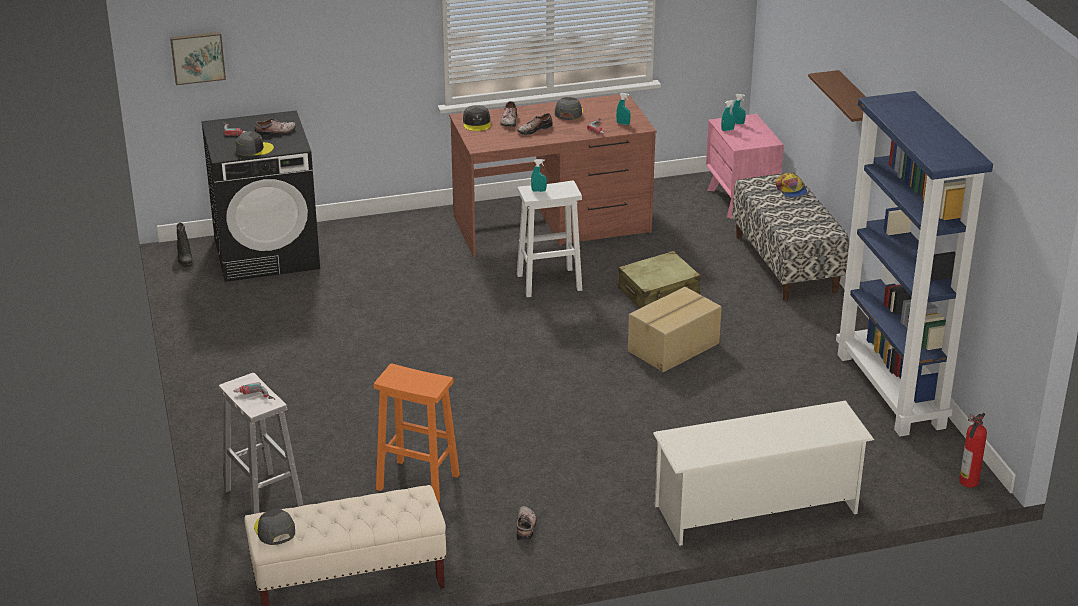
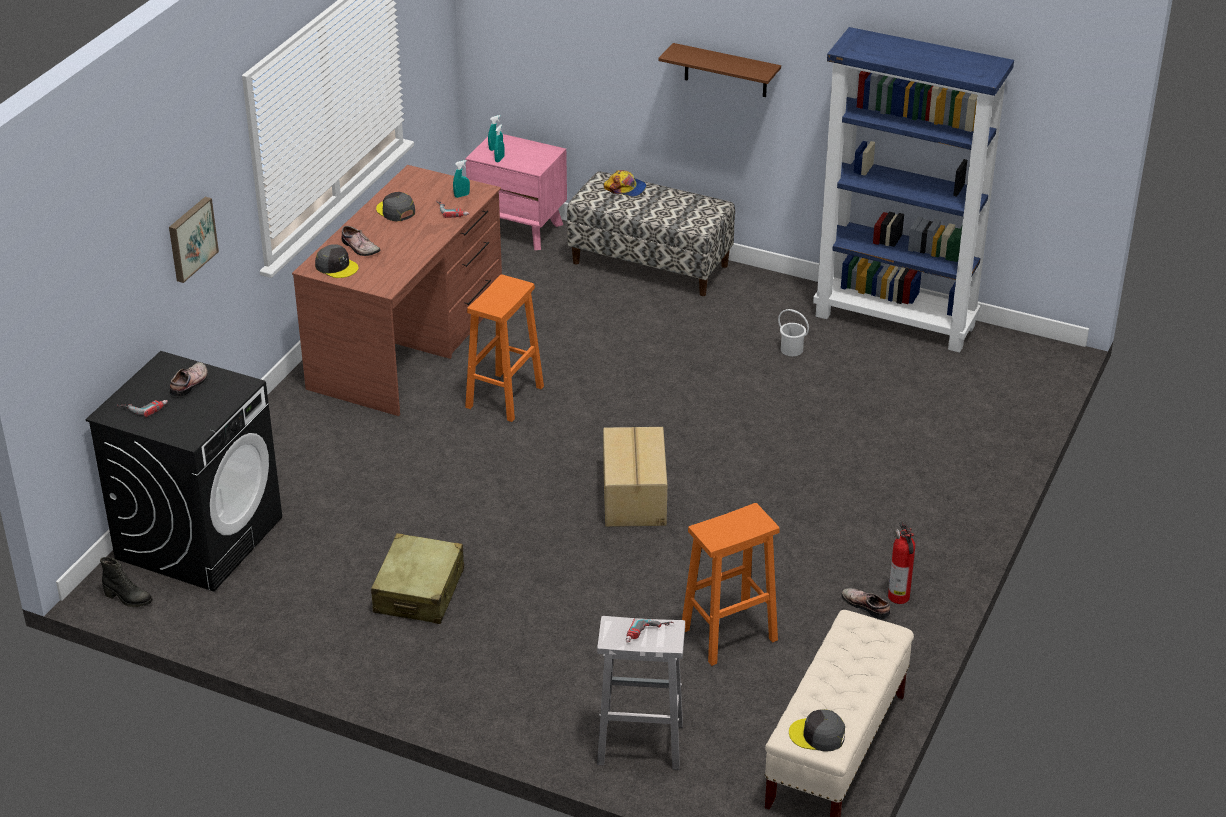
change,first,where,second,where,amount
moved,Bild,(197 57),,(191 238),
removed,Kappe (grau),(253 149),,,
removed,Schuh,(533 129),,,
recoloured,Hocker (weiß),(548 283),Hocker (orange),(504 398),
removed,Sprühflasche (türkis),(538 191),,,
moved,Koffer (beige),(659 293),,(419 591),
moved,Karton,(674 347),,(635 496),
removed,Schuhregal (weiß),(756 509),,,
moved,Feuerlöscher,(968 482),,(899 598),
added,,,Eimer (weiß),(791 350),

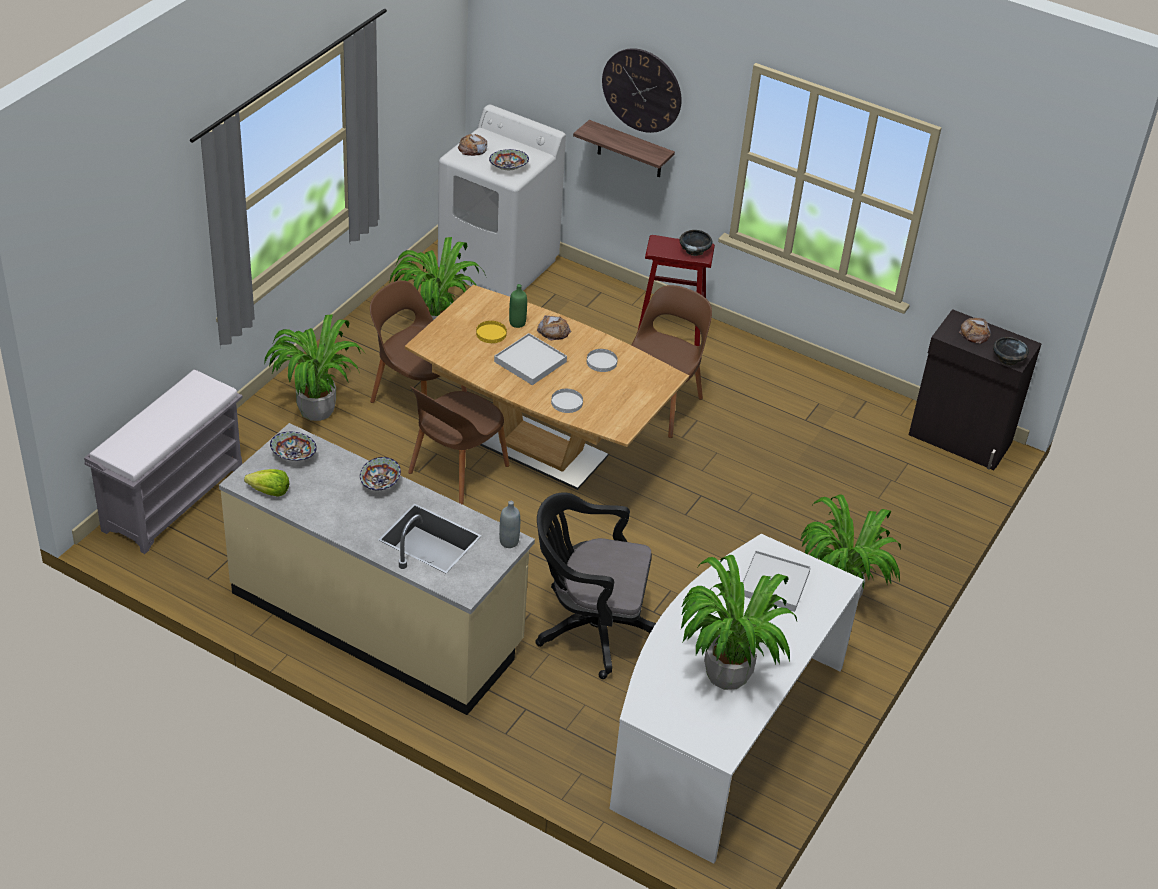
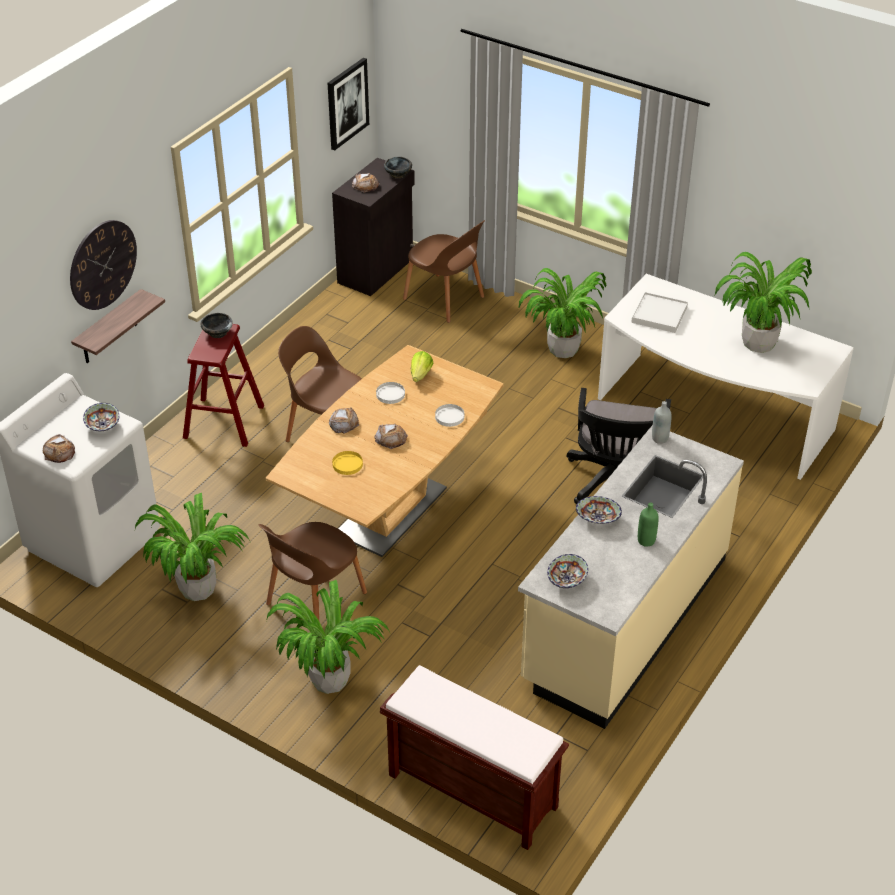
change,first,where,second,where,amount
recoloured,Bank (grau),(174 497),Bank (braun),(470 791),
moved,Salatkopf,(269 492),,(420 375),
moved,Stuhl (braun),(456 471),,(445 299),
replaced,Tablett (weiß),(530 362),Brot,(391 438),
moved,Flasche (grün),(517 323),,(646 540),
added,,,Bild,(347 103),

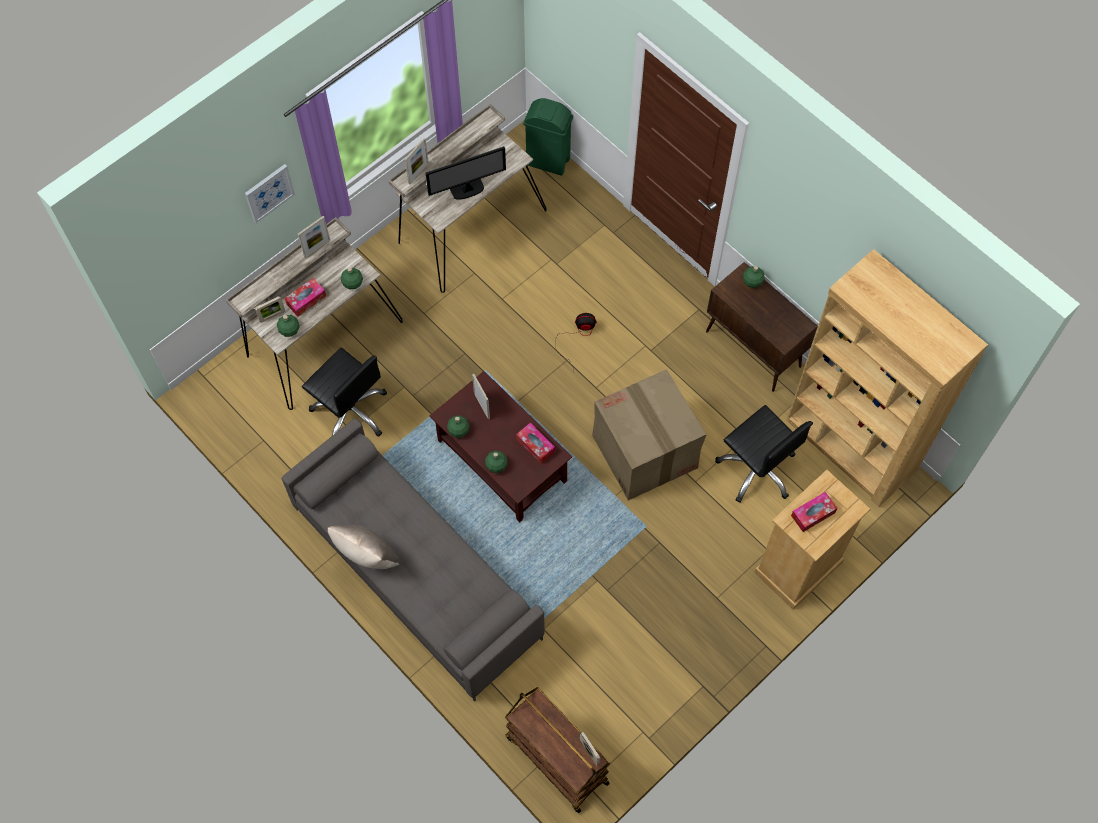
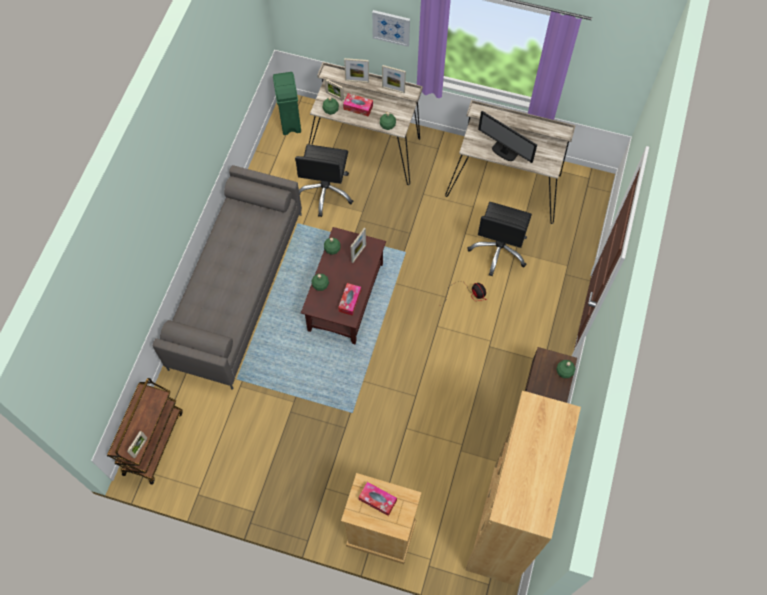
change,first,where,second,where,amount
removed,Kissen (beige),(367 557),,,
moved,Bilderrahmen,(418 173),,(357 81),
moved,Mülleimer (grün),(547 161),,(290 122),
removed,Karton,(645 452),,,
moved,Bürostuhl (schwarz),(757 469),,(499 250),

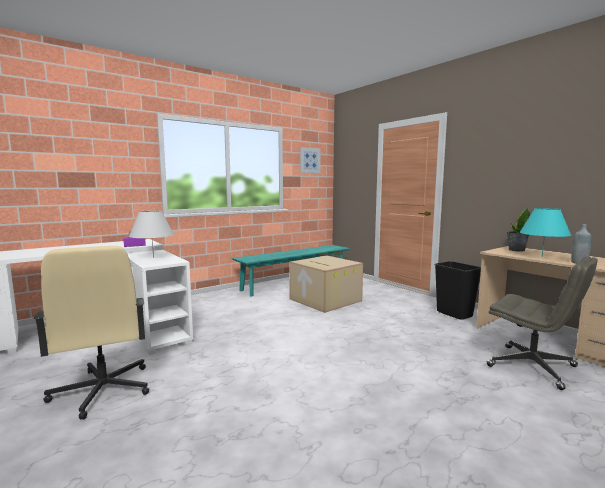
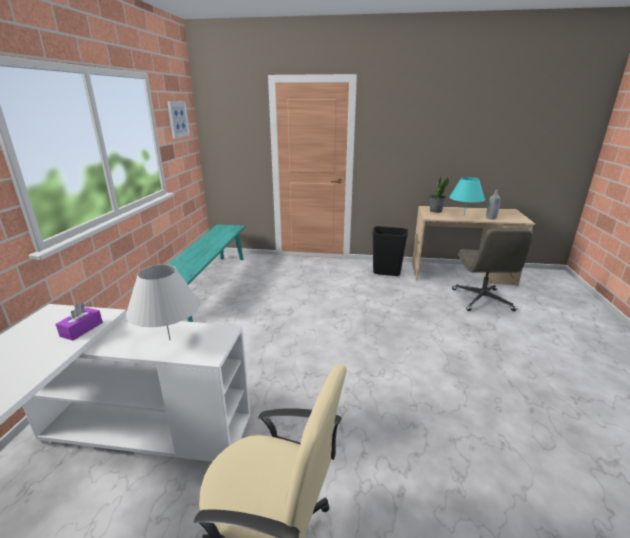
change,first,where,second,where,amount
removed,Karton,(324 300),,,
turned,Bürostuhl (grau),(533 366),,(482 300),90 degrees clockwise

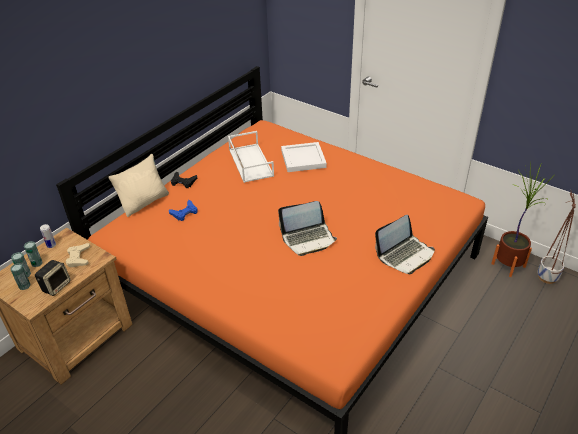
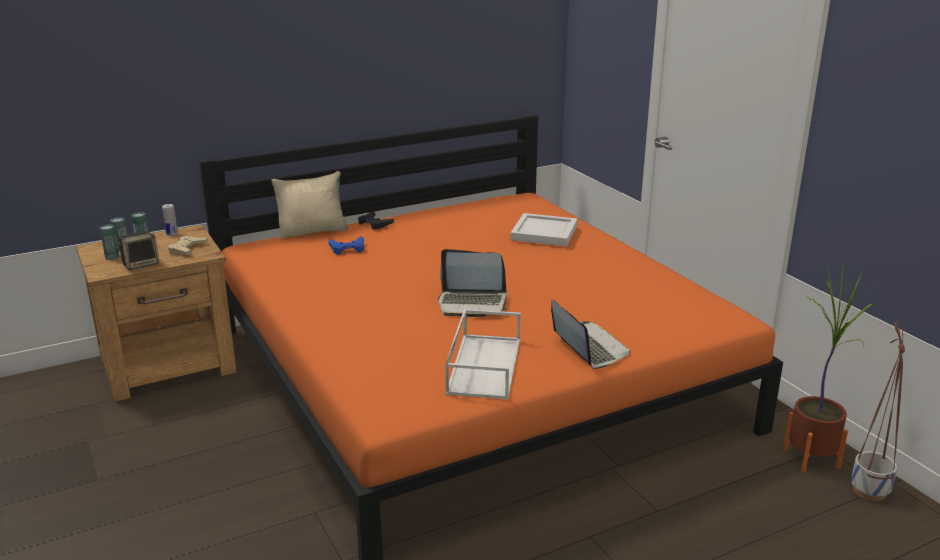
change,first,where,second,where,amount
moved,Tablett (weiß),(250 162),,(483 365),
turned,Laptop,(405 255),,(588 348),105 degrees counterclockwise

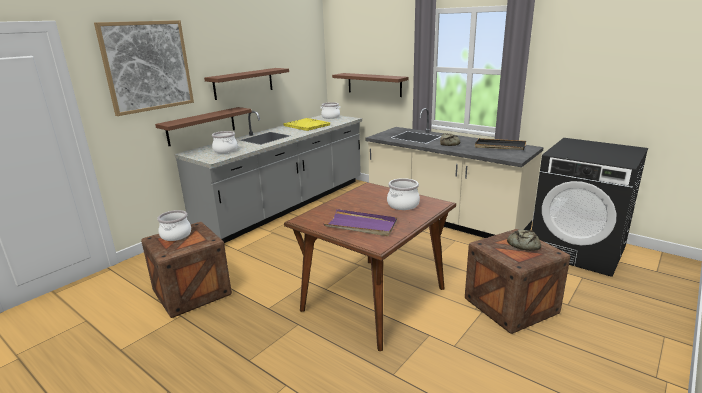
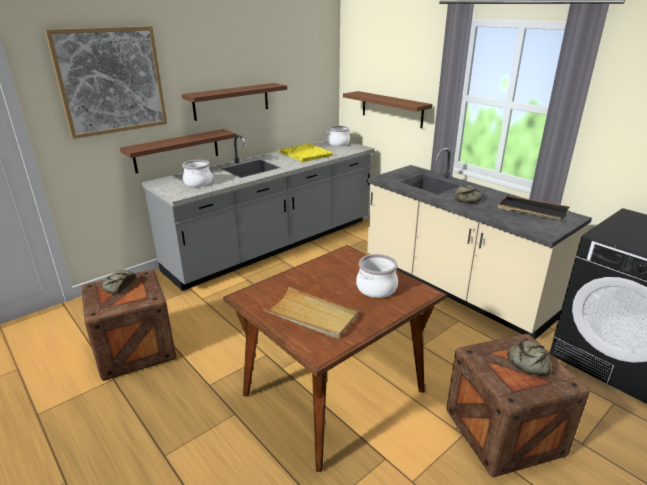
change,first,where,second,where,amount
replaced,Kochtopf,(176 235),Brot,(118 286),
recoloured,Tablett (lila),(361 225),Tablett (beige),(311 315),

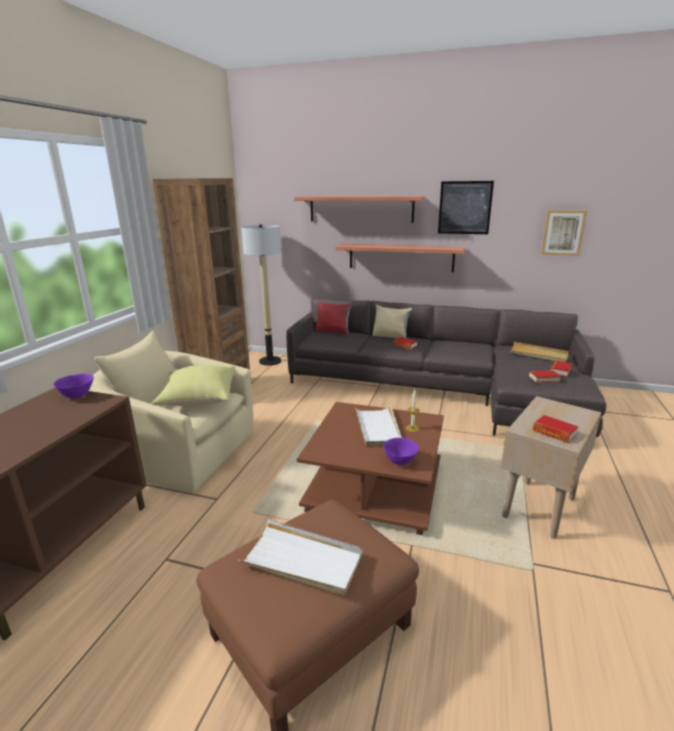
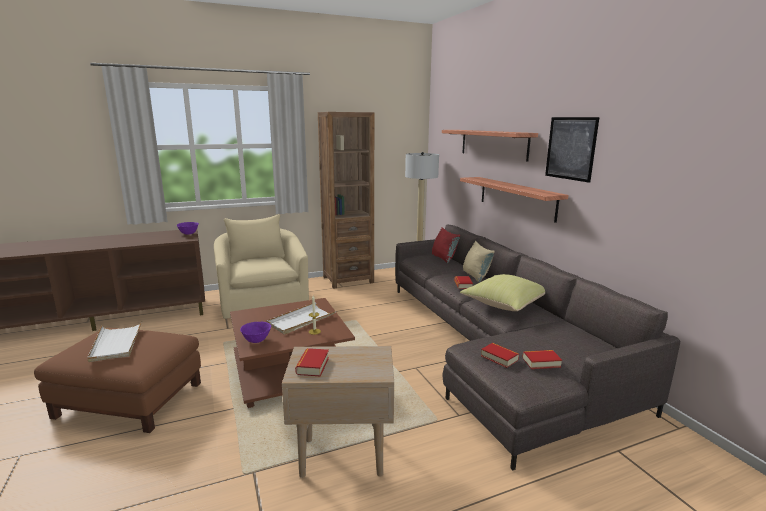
change,first,where,second,where,amount
moved,Kissen (gelb),(199 399),,(504 304),
removed,Tablett (beige),(538 354),,,
removed,Bild,(563 233),,,

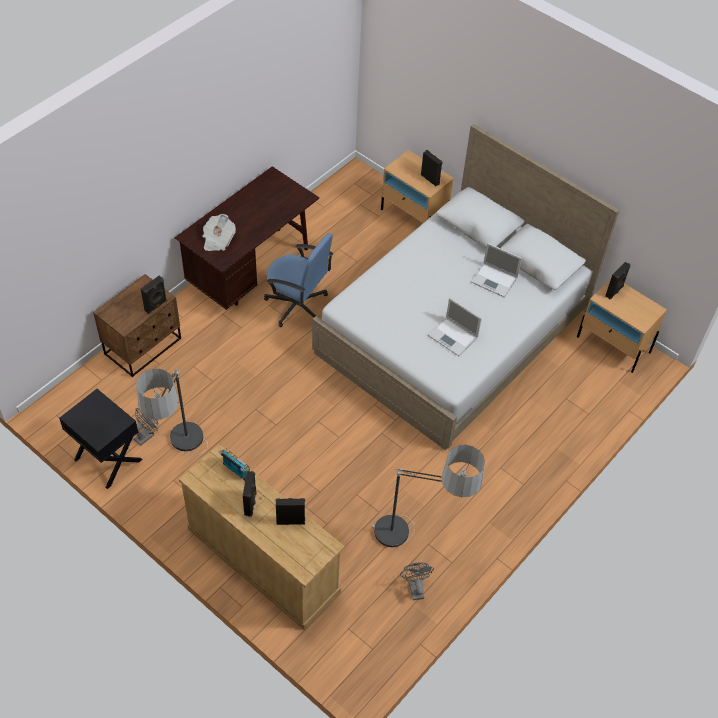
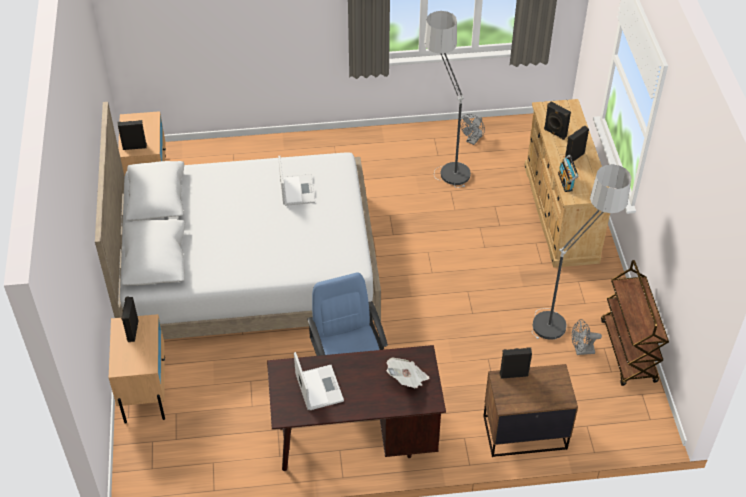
change,first,where,second,where,amount
replaced,Nachttisch (schwarz),(107 460),Rollwagen (braun),(628 352),
moved,Laptop,(495 280),,(318 387),

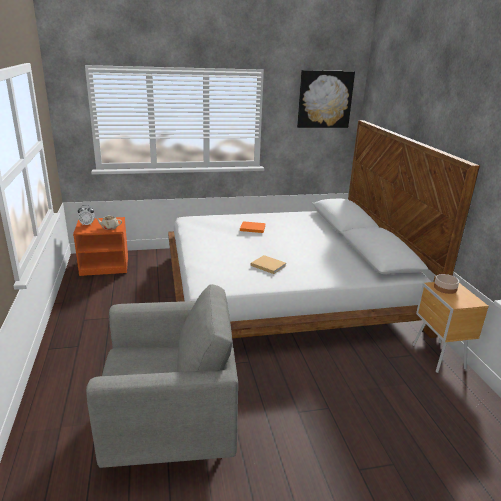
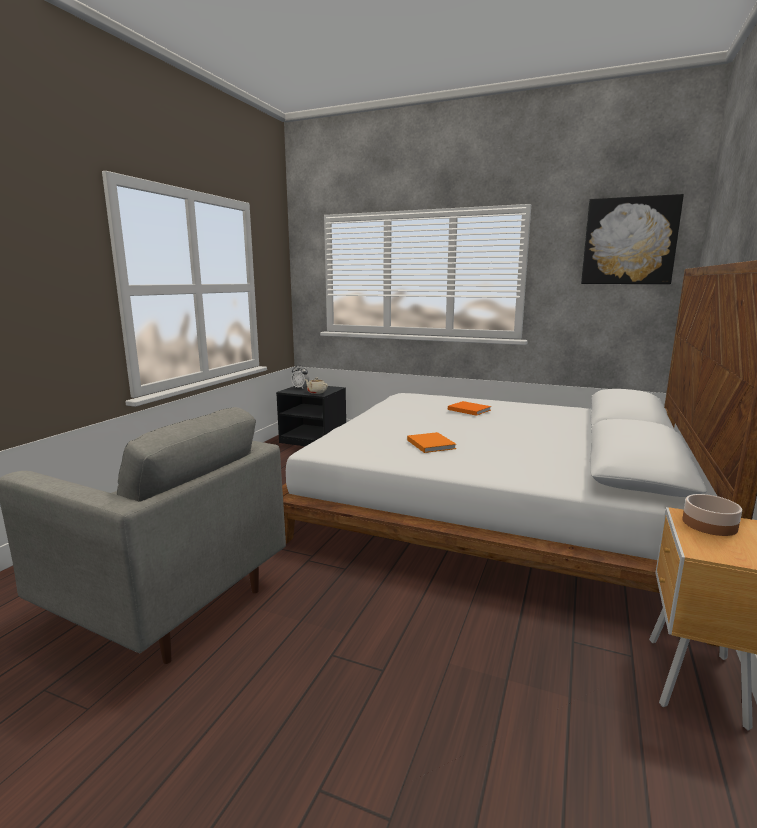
change,first,where,second,where,amount
recoloured,Nachttisch (orange),(105 265),Nachttisch (schwarz),(314 440),
recoloured,Buch (beige),(267 265),Buch (orange),(430 444),

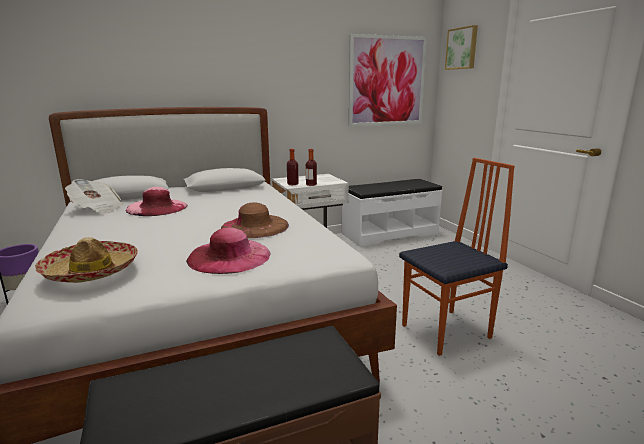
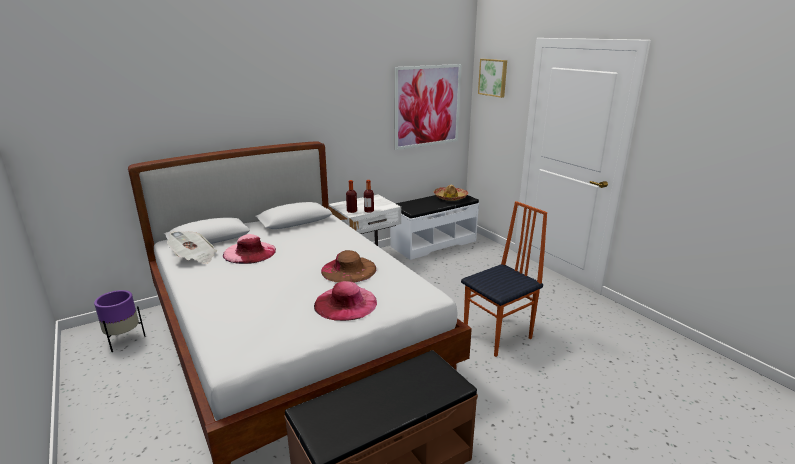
change,first,where,second,where,amount
moved,Hut,(91 271),,(450 197),

